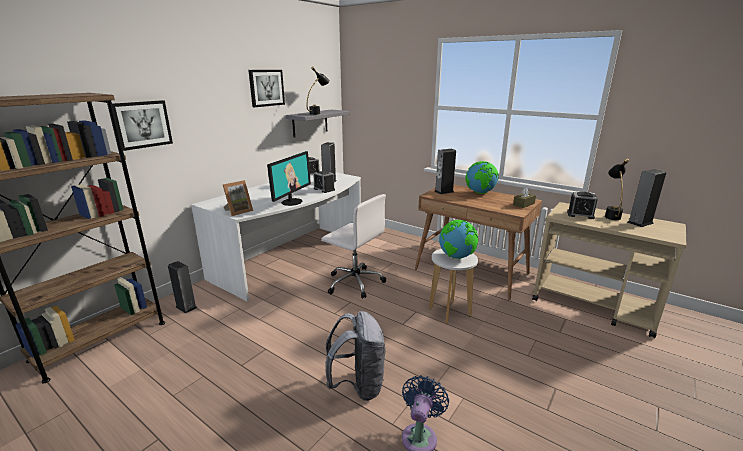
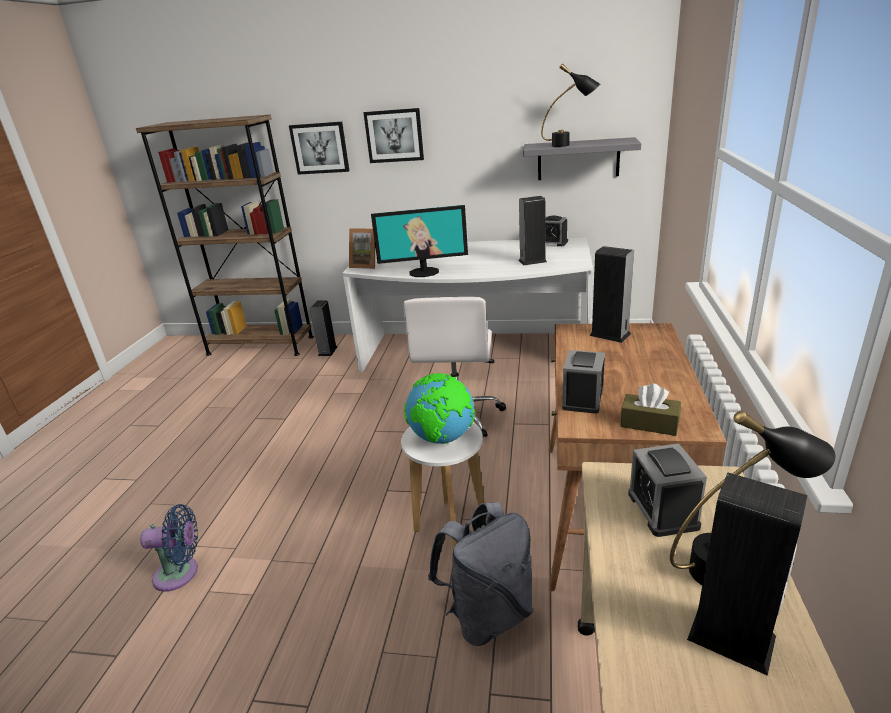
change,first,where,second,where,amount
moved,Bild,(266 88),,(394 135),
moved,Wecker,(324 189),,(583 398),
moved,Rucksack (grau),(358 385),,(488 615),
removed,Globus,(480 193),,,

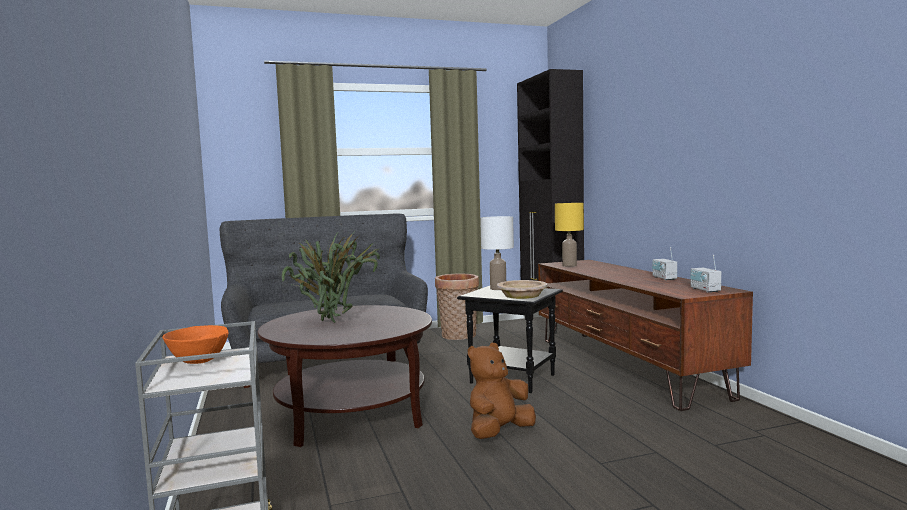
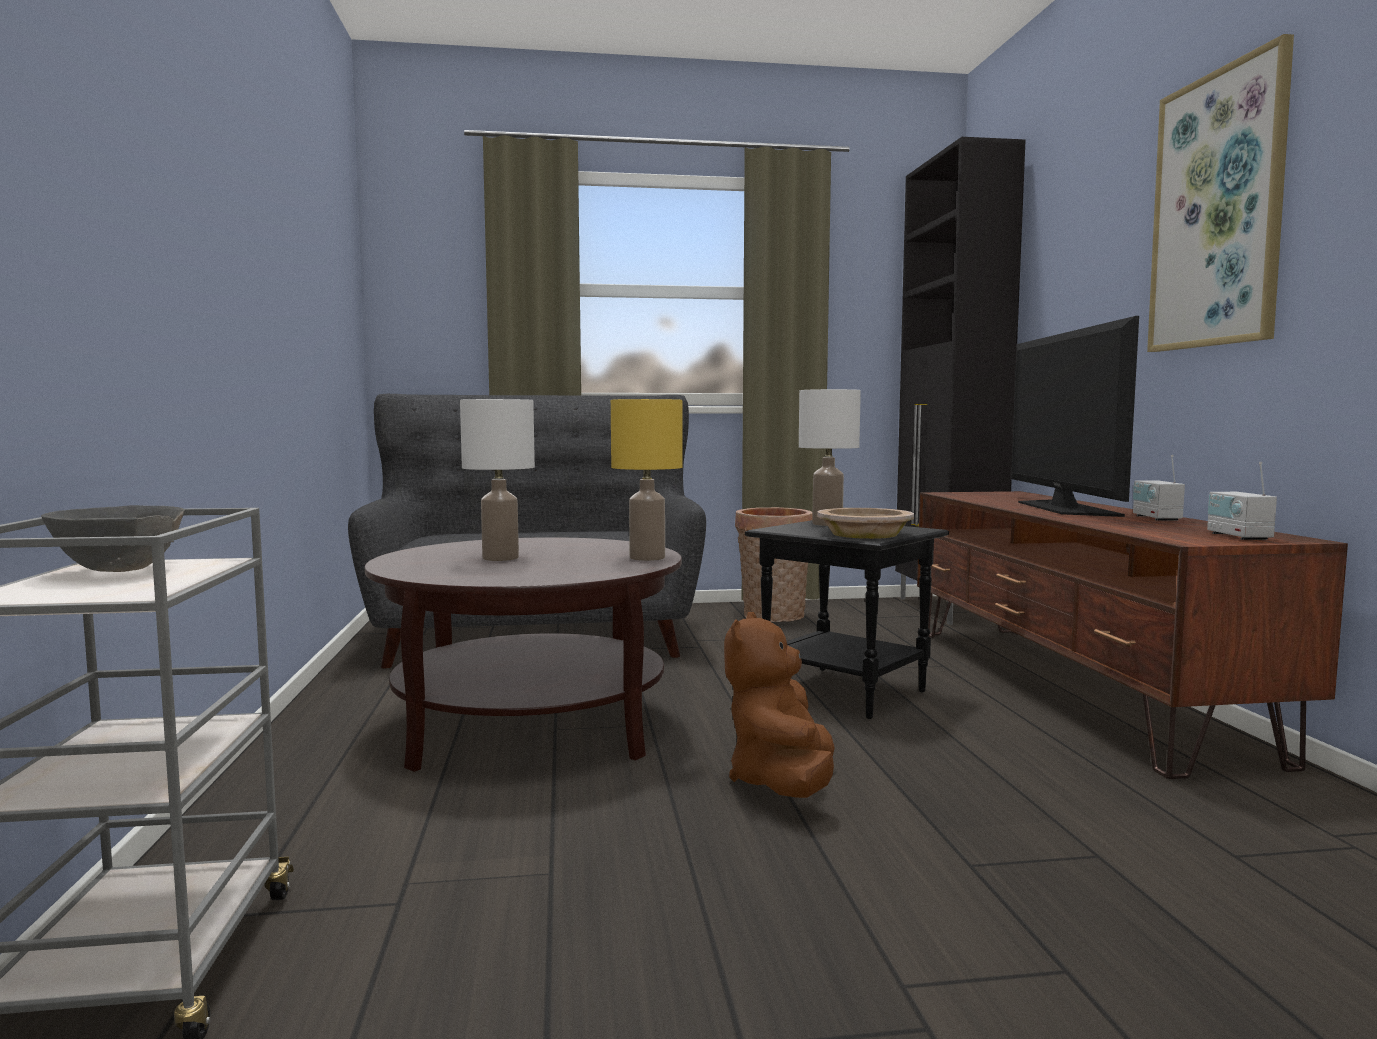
change,first,where,second,where,amount
recoloured,Schüssel (orange),(199 362),Schüssel (grau),(121 571),
replaced,Topfpflanze,(332 324),Tischlampe (weiß),(500 558),
turned,Plüschtier (braun),(499 432),,(782 783),45 degrees counterclockwise
moved,Tischlampe (gelb),(569 266),,(646 558),
added,,,Fernseher,(1064 508),
added,,,Bild,(1218 210),

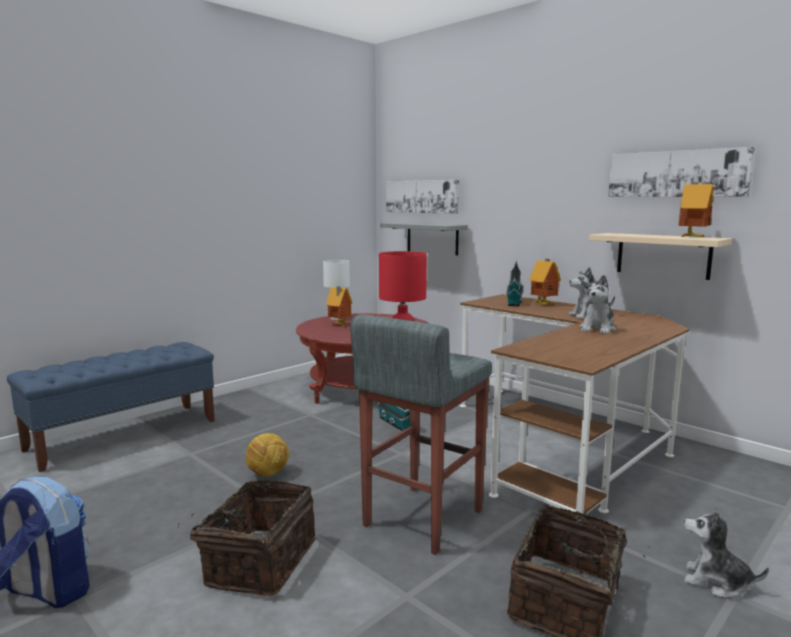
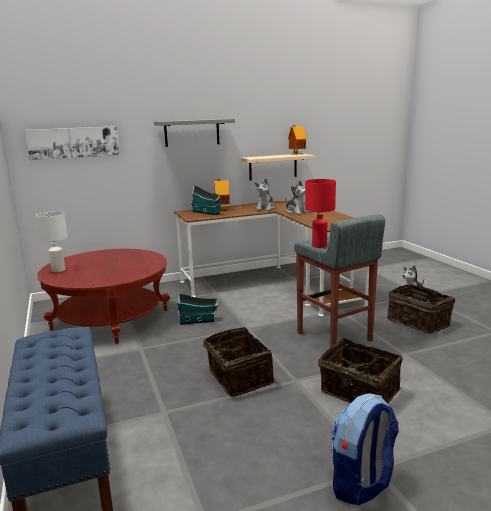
change,first,where,second,where,amount
replaced,Fußball,(268 473),Korb,(238 377),
removed,Spielzeughaus,(339 325),,,
moved,Wandregal (grau),(432 238),,(192 132),
removed,Bild,(676 174),,,

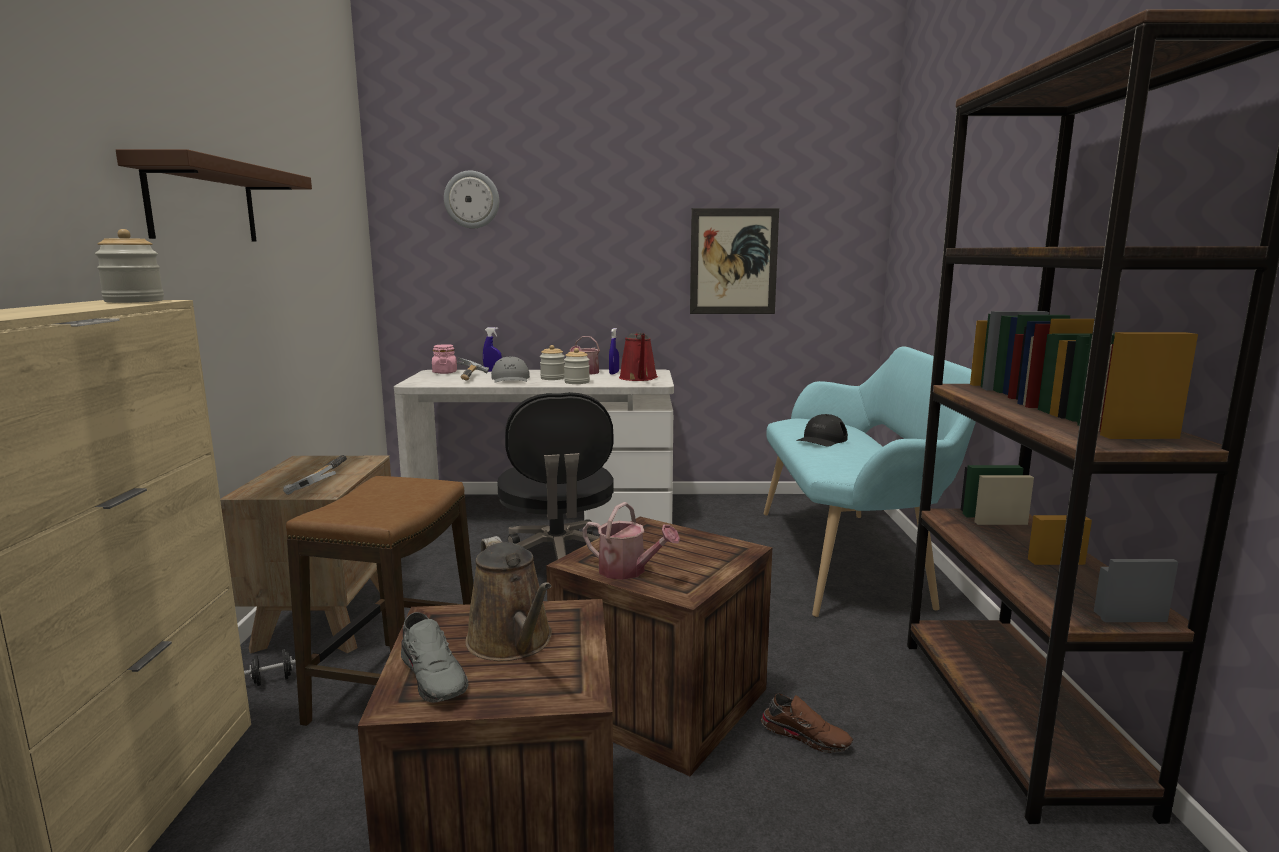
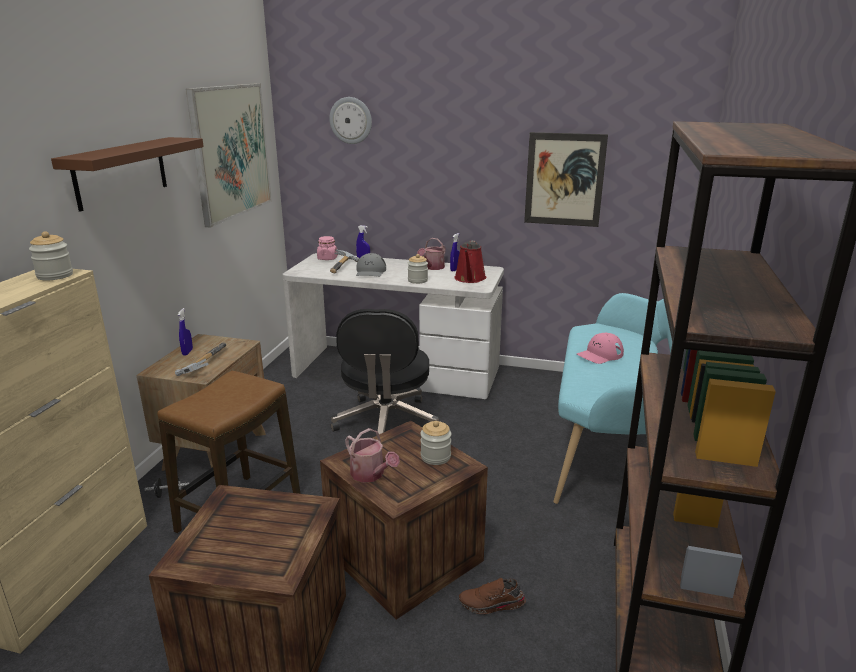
change,first,where,second,where,amount
removed,Schuh (grau),(435 676),,,
removed,Gießkanne (braun),(512 643),,,
moved,Vorratsglas,(552 378),,(435 457),
turned,Schuh (braun),(806 735),,(492 604),135 degrees clockwise
recoloured,Kappe (schwarz),(821 440),Kappe (rosa),(600 354),
added,,,Sprühflasche (blau),(187 352),
added,,,Bild,(231 151),

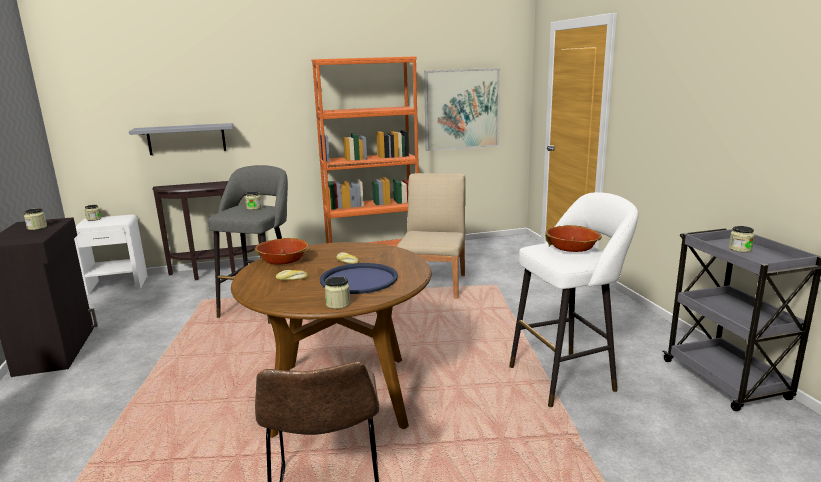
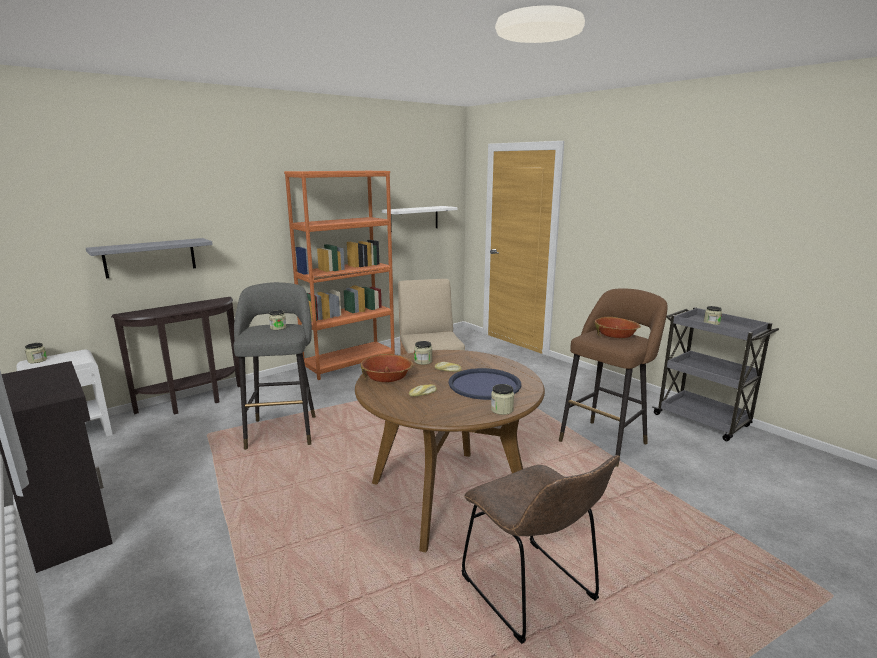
change,first,where,second,where,amount
moved,Vorratsglas,(37 227),,(423 361),
replaced,Bild,(461 109),Wandregal (weiß),(414 219),
recoloured,Hocker (weiß),(566 377),Hocker (braun),(605 440),

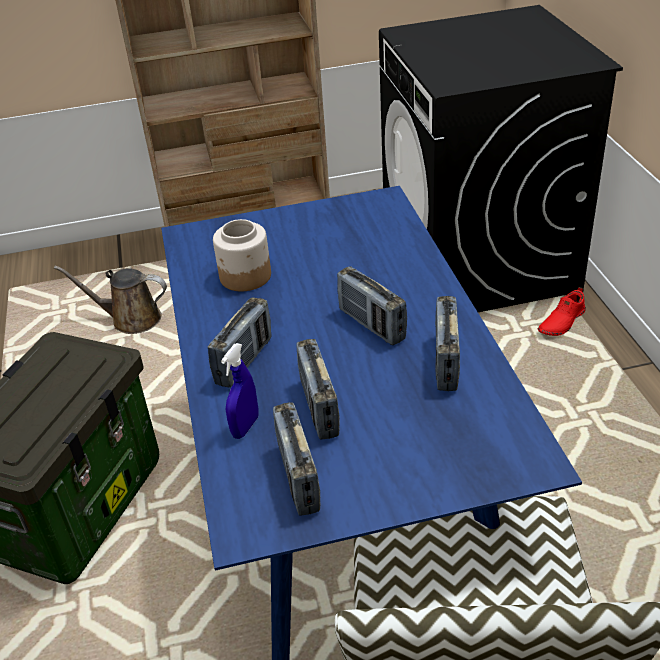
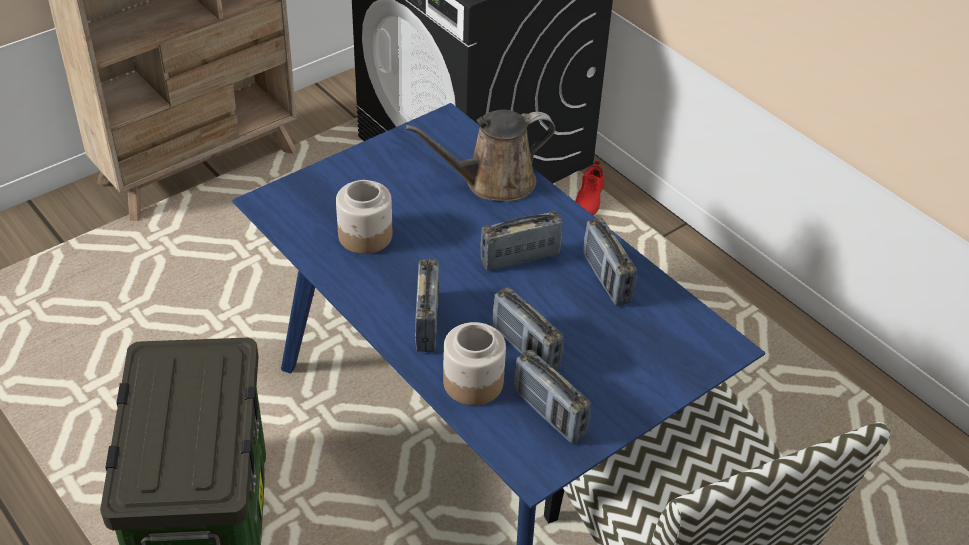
change,first,where,second,where,amount
moved,Gießkanne (braun),(131 319),,(493 182),
replaced,Sprühflasche (blau),(245 427),Vorratsglas,(472 383),
turned,Radio,(371 325),,(520 258),135 degrees clockwise

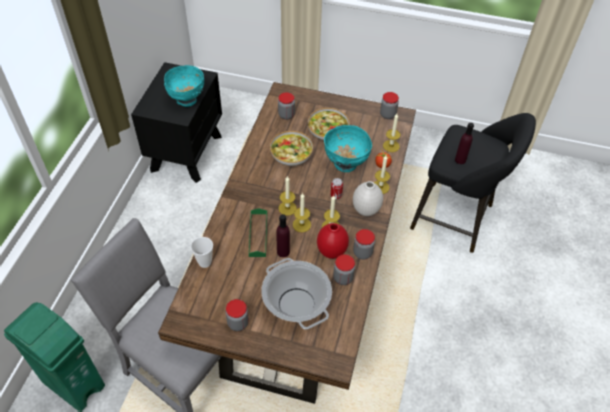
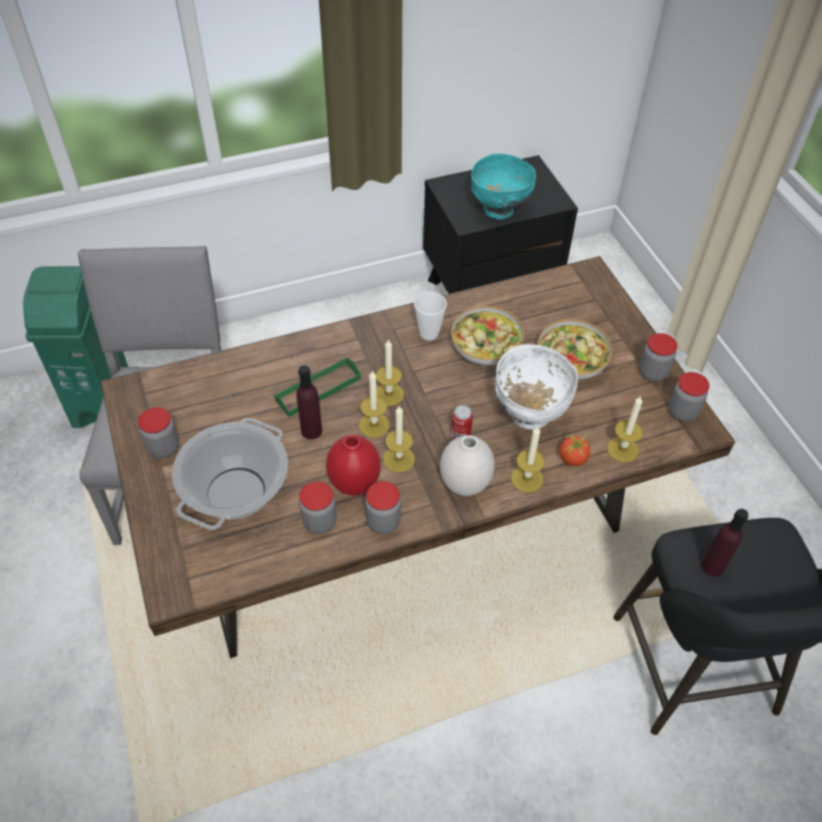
change,first,where,second,where,amount
moved,Tasse,(205 262),,(429 333),
moved,Vorratsglas,(286 115),,(652 373),
recoloured,Schüssel (türkis),(345 164),Schüssel (weiß),(529 414),

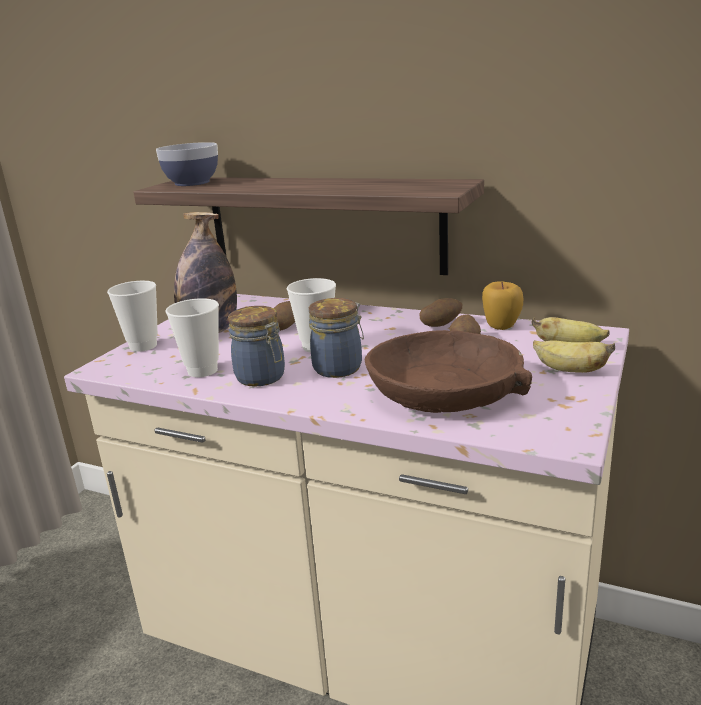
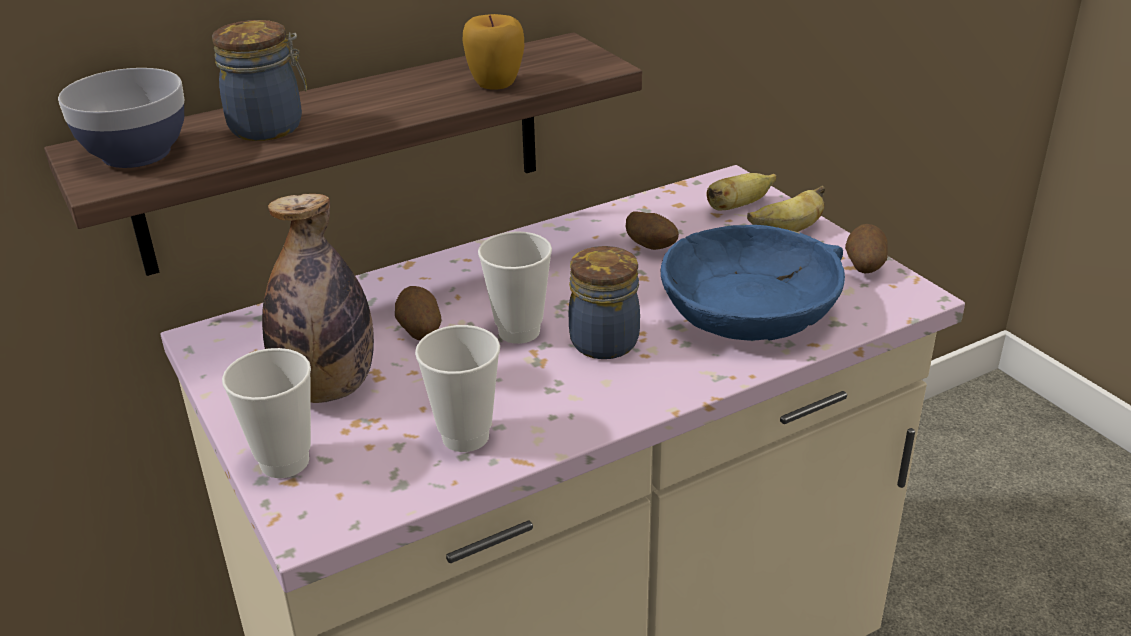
change,first,where,second,where,amount
moved,Vorratsglas,(262 378),,(270 127),
recoloured,Schüssel (braun),(445 391),Schüssel (blau),(749 306),
moved,Kartoffel,(441 325),,(864 266),
moved,Apfel,(501 326),,(496 84),

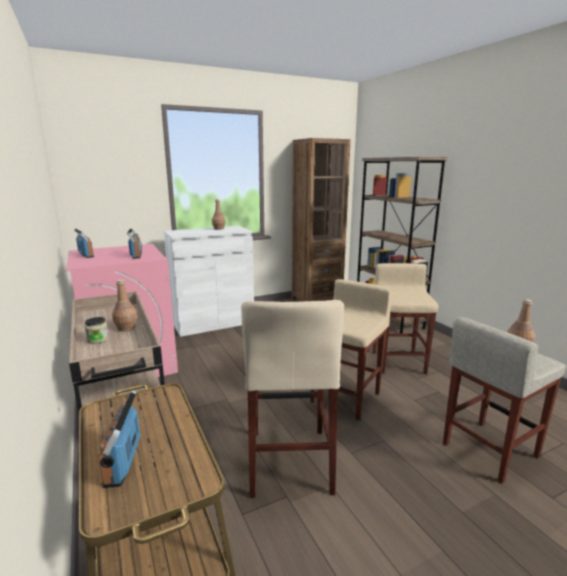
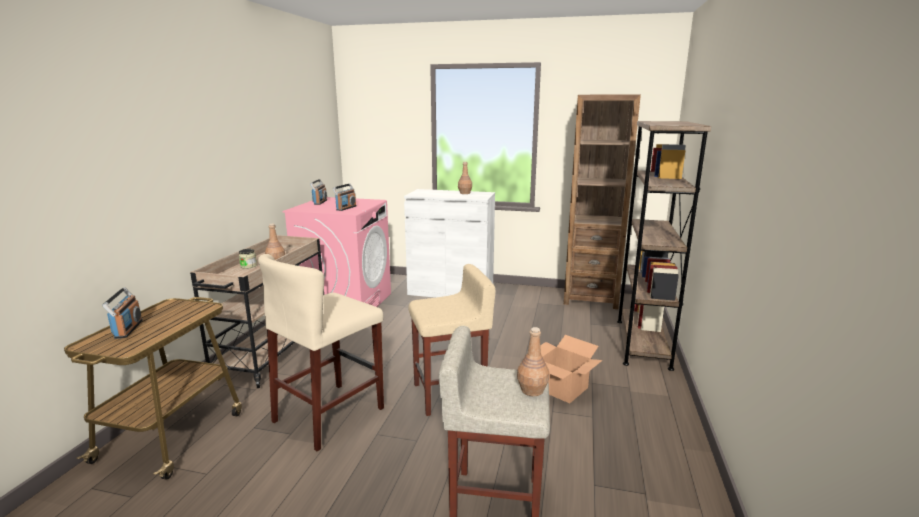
change,first,where,second,where,amount
turned,Radio,(123 461),,(128 329),135 degrees clockwise
replaced,Hocker (beige),(398 361),Karton,(562 388),

